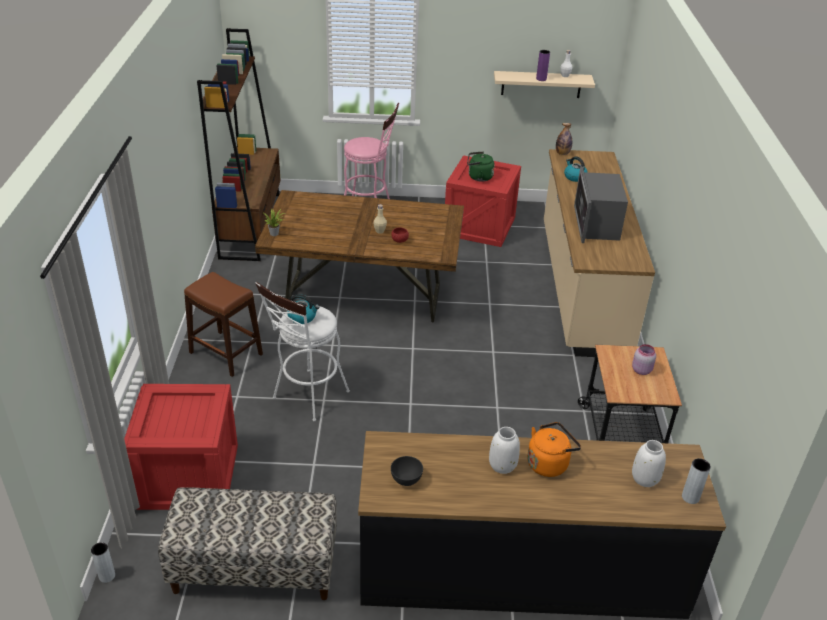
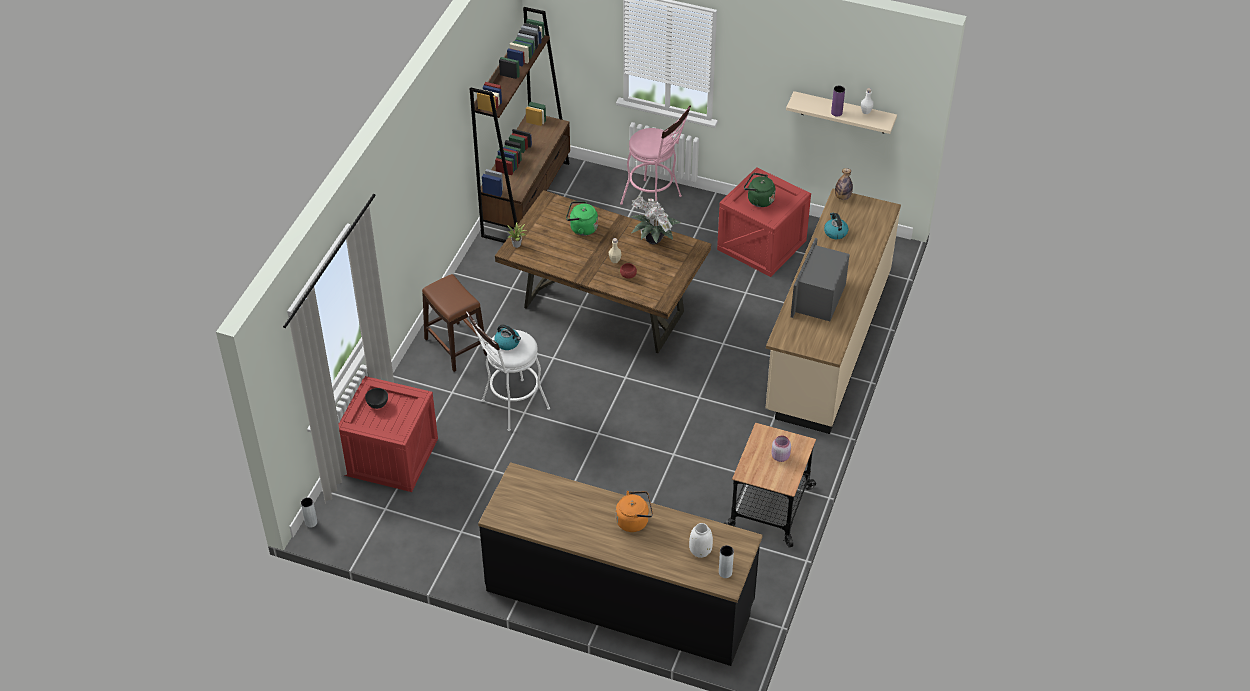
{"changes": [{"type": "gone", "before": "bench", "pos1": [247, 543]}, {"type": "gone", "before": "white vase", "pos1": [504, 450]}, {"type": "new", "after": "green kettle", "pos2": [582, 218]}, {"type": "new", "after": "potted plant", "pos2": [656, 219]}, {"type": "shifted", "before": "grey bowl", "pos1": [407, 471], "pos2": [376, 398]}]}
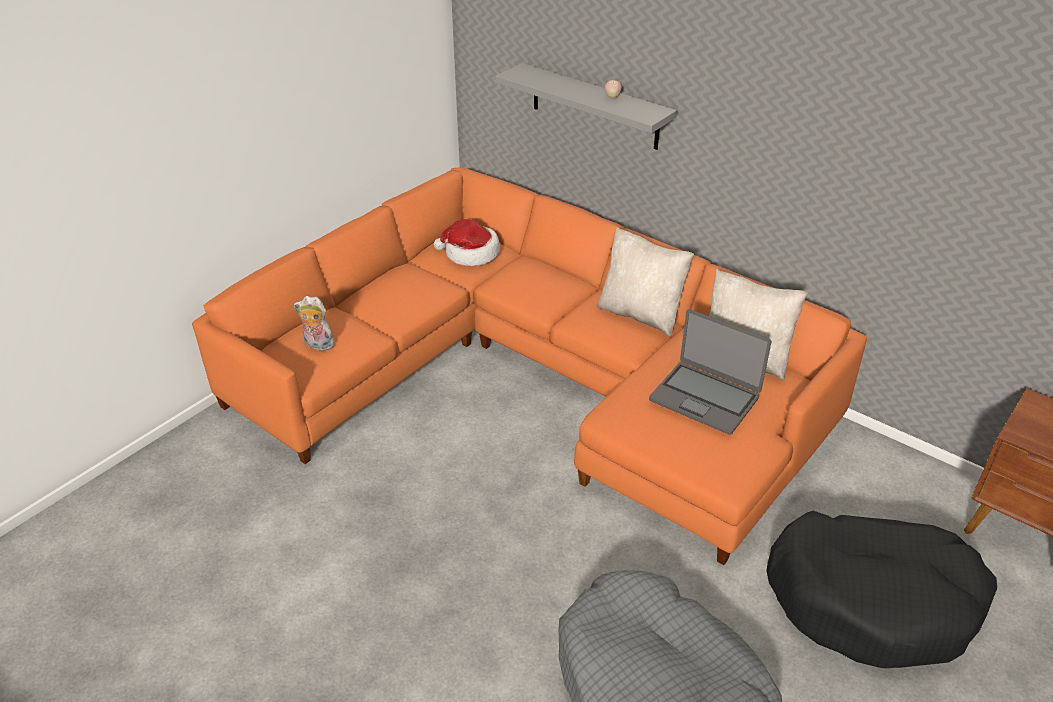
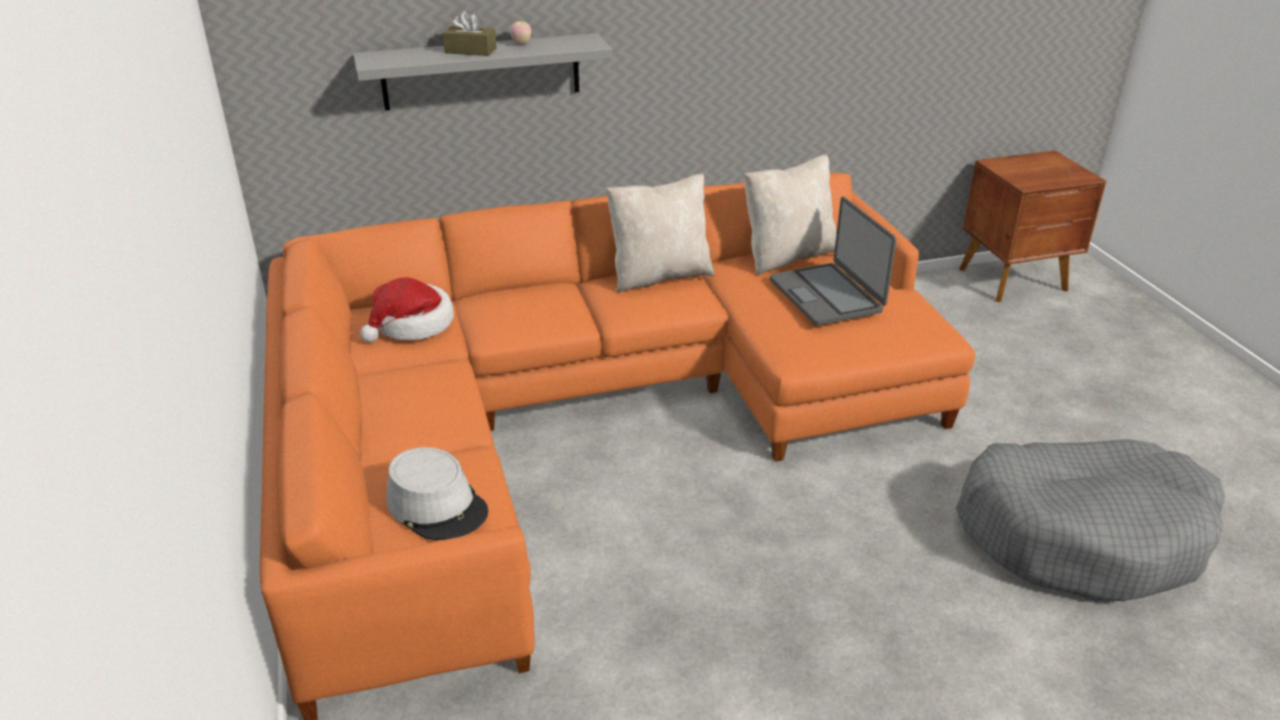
{"changes": [{"type": "gone", "before": "black dog bed", "pos1": [881, 589]}, {"type": "new", "after": "brown tissue box", "pos2": [469, 33]}, {"type": "swapped", "before": "plush toy", "after": "grey hat", "pos1": [314, 323], "pos2": [437, 493]}, {"type": "rotated", "before": "laptop", "pos1": [710, 372], "pos2": [833, 261], "turn": 90}]}
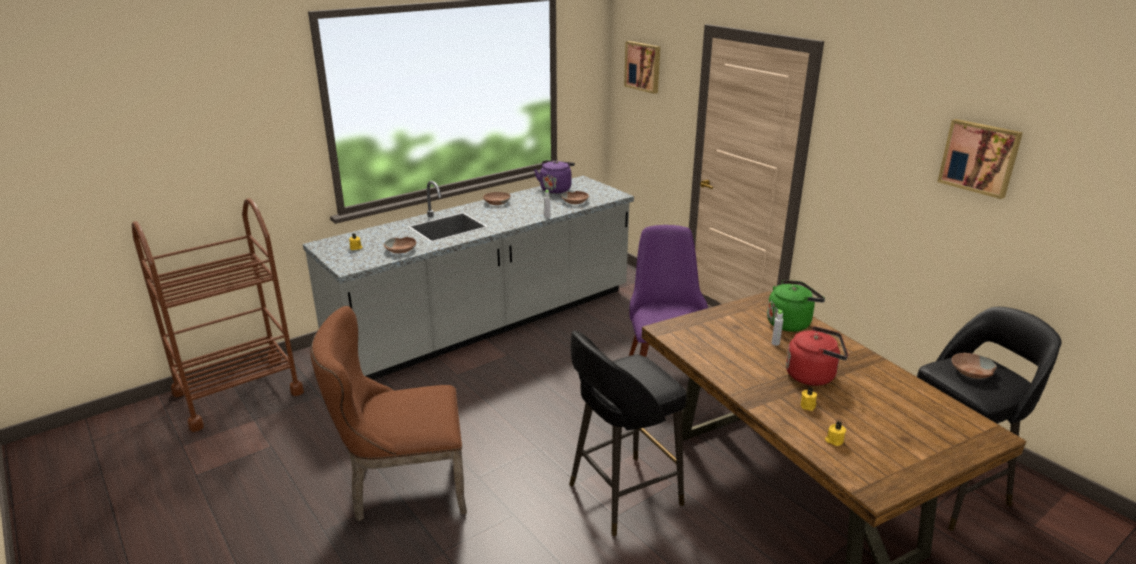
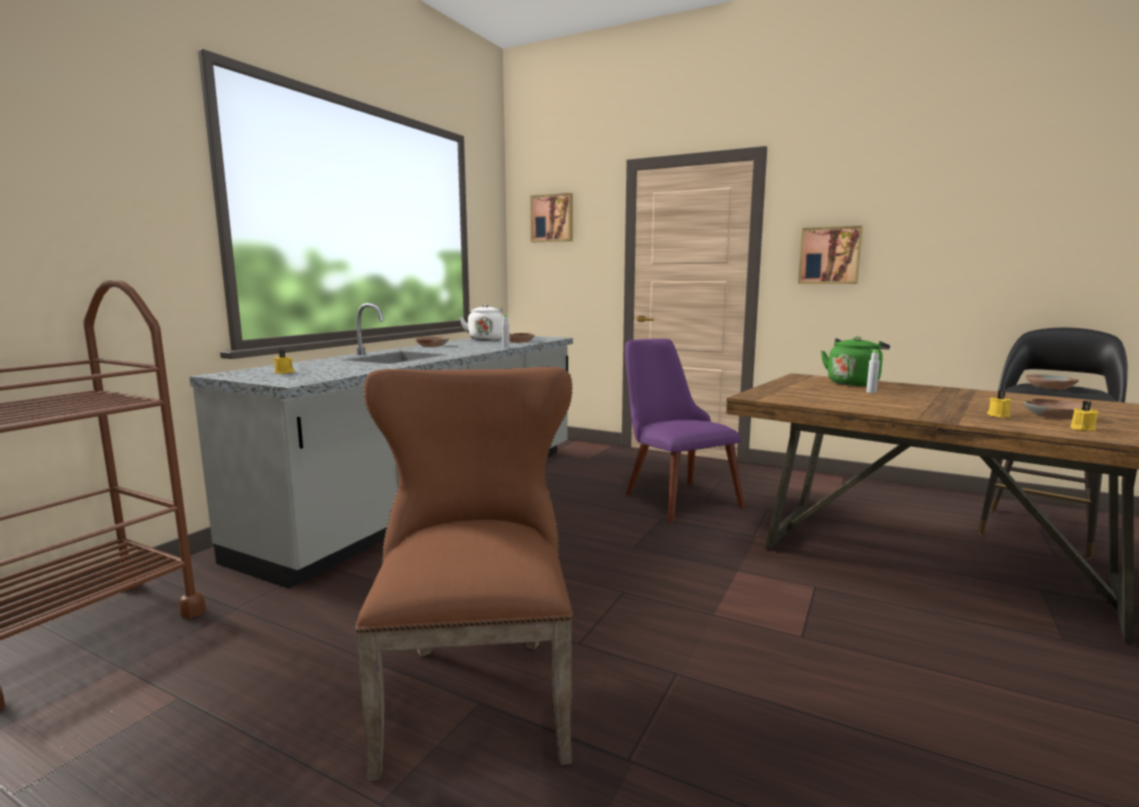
{"changes": [{"type": "gone", "before": "black stool", "pos1": [628, 433]}, {"type": "gone", "before": "red kettle", "pos1": [817, 356]}, {"type": "shifted", "before": "brown bowl", "pos1": [400, 245], "pos2": [1058, 409]}, {"type": "shifted", "before": "picture", "pos1": [980, 159], "pos2": [830, 255]}, {"type": "repainted", "before": "purple kettle", "after": "white kettle", "pos1": [554, 176], "pos2": [481, 322]}, {"type": "rotated", "before": "brown chair", "pos1": [388, 414], "pos2": [464, 574], "turn": 120}]}
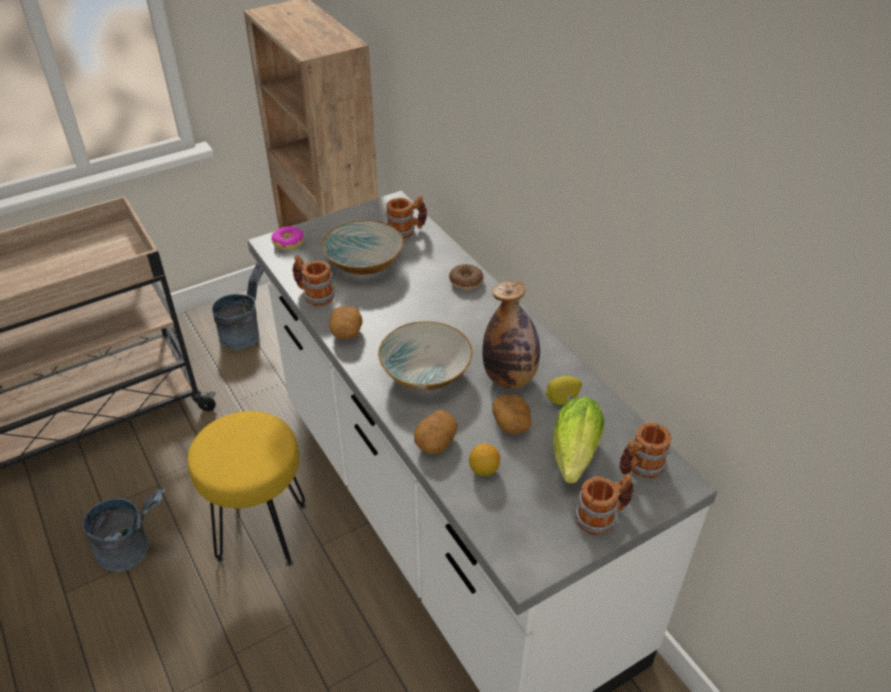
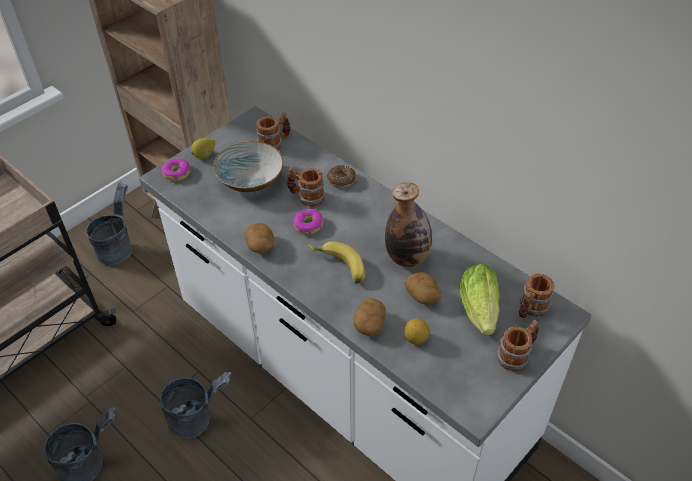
{"changes": [{"type": "new", "after": "donut", "pos2": [308, 221]}, {"type": "shifted", "before": "mug", "pos1": [314, 280], "pos2": [305, 187]}, {"type": "shifted", "before": "lemon", "pos1": [564, 390], "pos2": [203, 148]}, {"type": "swapped", "before": "yellow stool", "after": "grey bucket", "pos1": [246, 488], "pos2": [195, 405]}, {"type": "swapped", "before": "bowl", "after": "banana", "pos1": [425, 355], "pos2": [336, 262]}]}
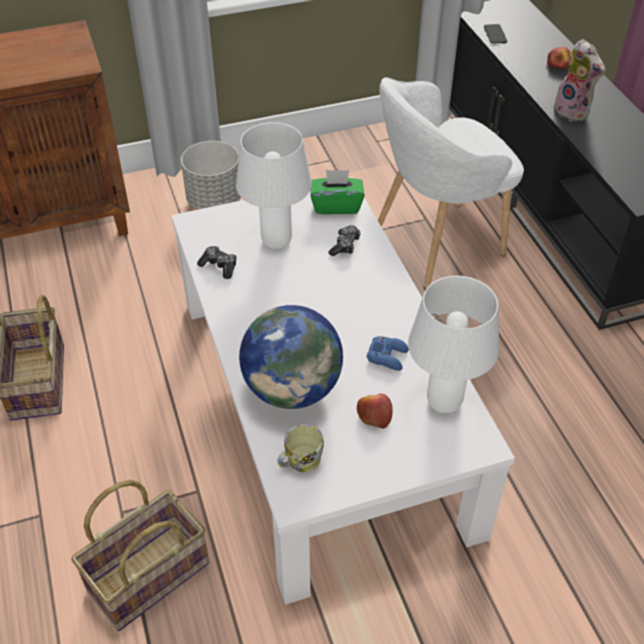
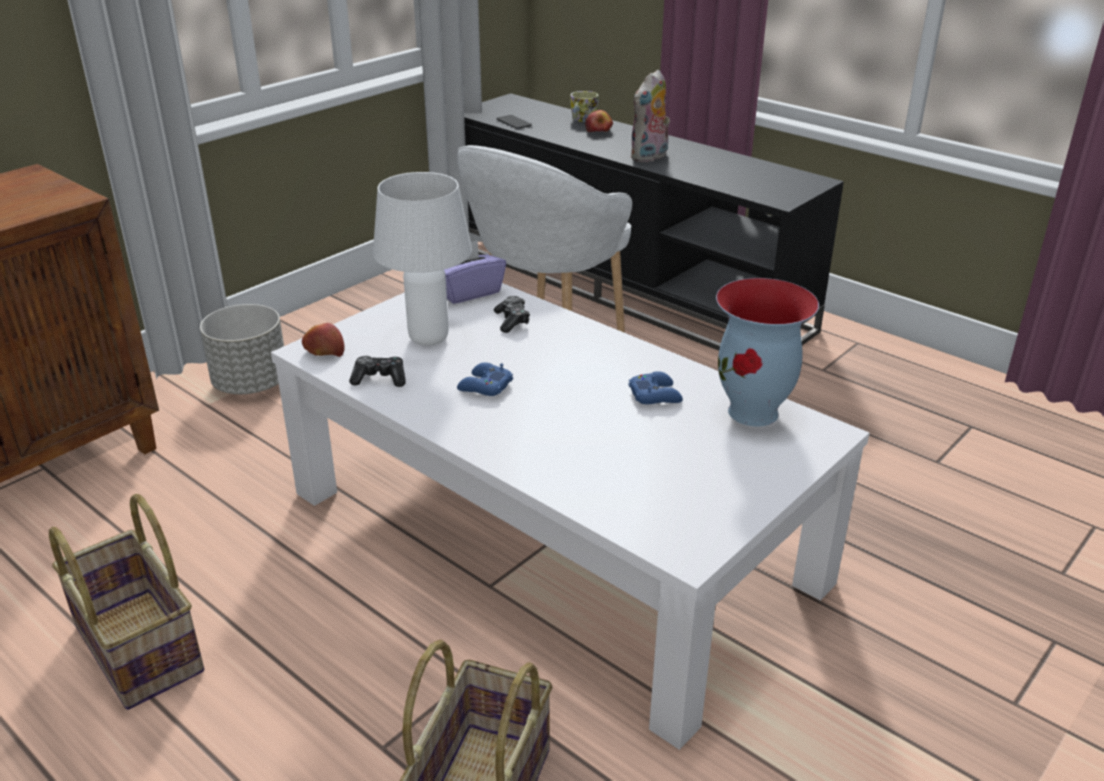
{"changes": [{"type": "gone", "before": "globe", "pos1": [291, 357]}, {"type": "new", "after": "blue game controller", "pos2": [485, 379]}, {"type": "shifted", "before": "mug", "pos1": [300, 448], "pos2": [584, 106]}, {"type": "shifted", "before": "apple", "pos1": [375, 411], "pos2": [323, 340]}, {"type": "swapped", "before": "white table lamp", "after": "vase", "pos1": [453, 344], "pos2": [767, 352]}, {"type": "repainted", "before": "green tissue box", "after": "purple tissue box", "pos1": [337, 192], "pos2": [475, 272]}, {"type": "rotated", "before": "plush toy", "pos1": [579, 80], "pos2": [650, 116], "turn": 105}]}
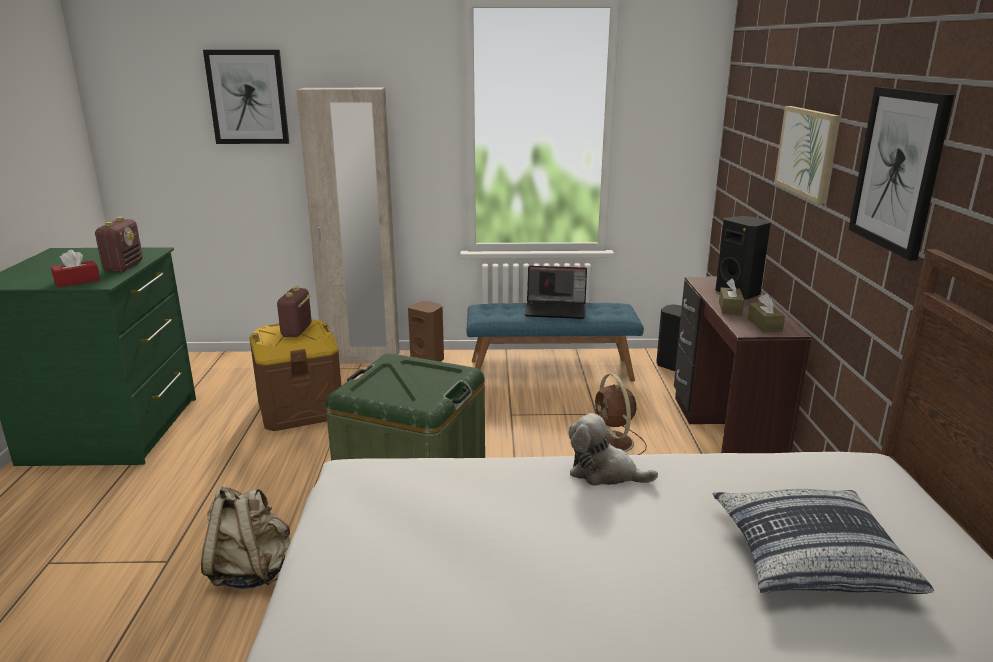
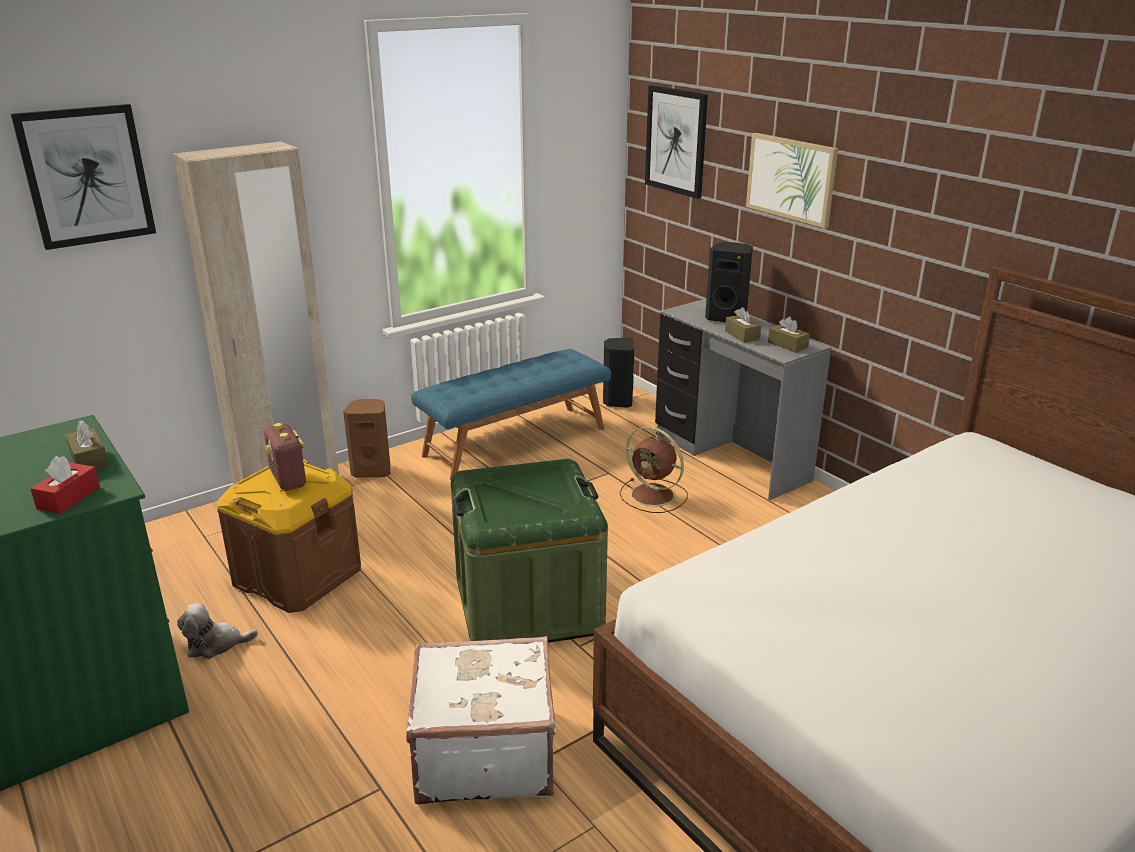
{"changes": [{"type": "gone", "before": "laptop", "pos1": [555, 292]}, {"type": "gone", "before": "pillow", "pos1": [823, 541]}, {"type": "shifted", "before": "plush toy", "pos1": [613, 449], "pos2": [217, 631]}, {"type": "shifted", "before": "picture", "pos1": [901, 174], "pos2": [676, 142]}, {"type": "swapped", "before": "radio", "after": "brown tissue box", "pos1": [119, 244], "pos2": [87, 445]}, {"type": "swapped", "before": "beige backpack", "after": "white suitcase", "pos1": [245, 537], "pos2": [480, 720]}, {"type": "repainted", "before": "brown desk", "after": "grey desk", "pos1": [742, 364], "pos2": [743, 399]}]}
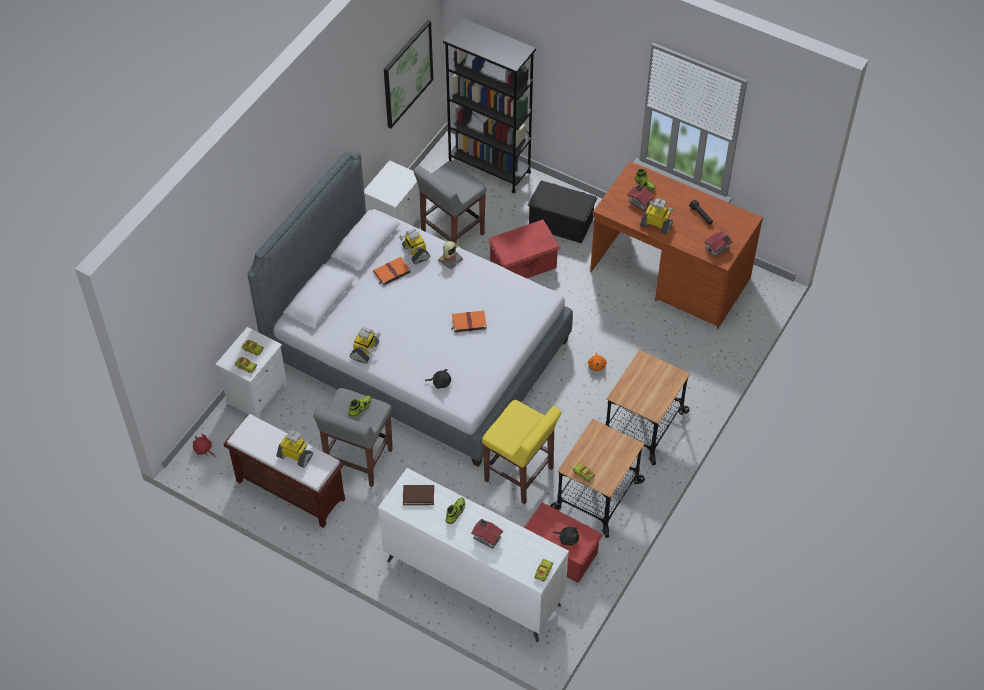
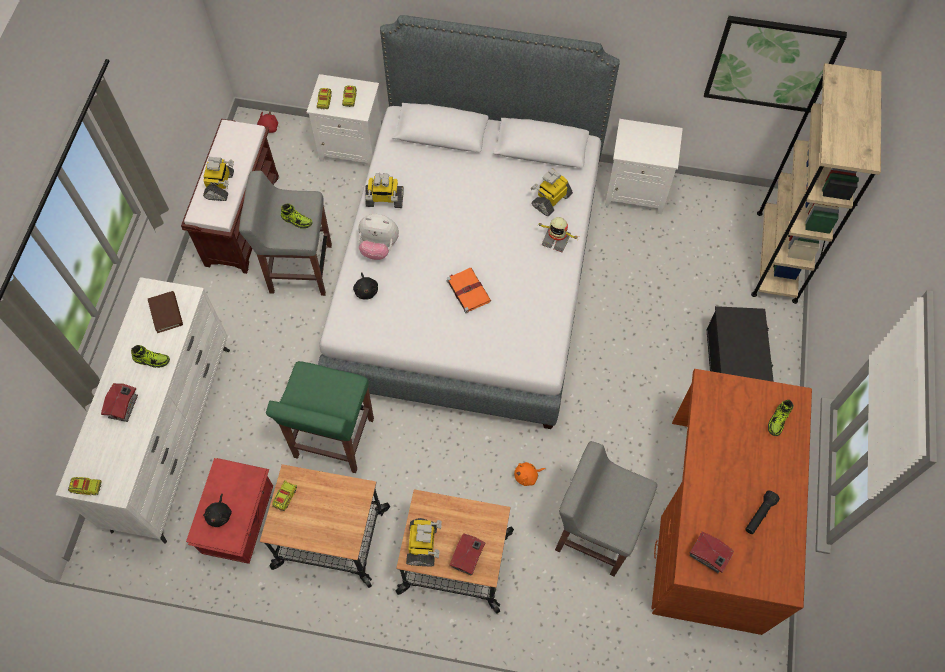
{"changes": [{"type": "gone", "before": "orange book", "pos1": [392, 271]}, {"type": "gone", "before": "red storage box", "pos1": [524, 248]}, {"type": "new", "after": "plush toy", "pos2": [378, 237]}, {"type": "shifted", "before": "grey stool", "pos1": [450, 203], "pos2": [606, 509]}, {"type": "shifted", "before": "toy house", "pos1": [641, 198], "pos2": [467, 554]}, {"type": "shifted", "before": "toy robot", "pos1": [657, 216], "pos2": [424, 542]}, {"type": "repainted", "before": "black bookcase", "after": "beige bookcase", "pos1": [489, 105], "pos2": [816, 183]}, {"type": "repainted", "before": "yellow stool", "after": "green stool", "pos1": [521, 452], "pos2": [320, 417]}]}
